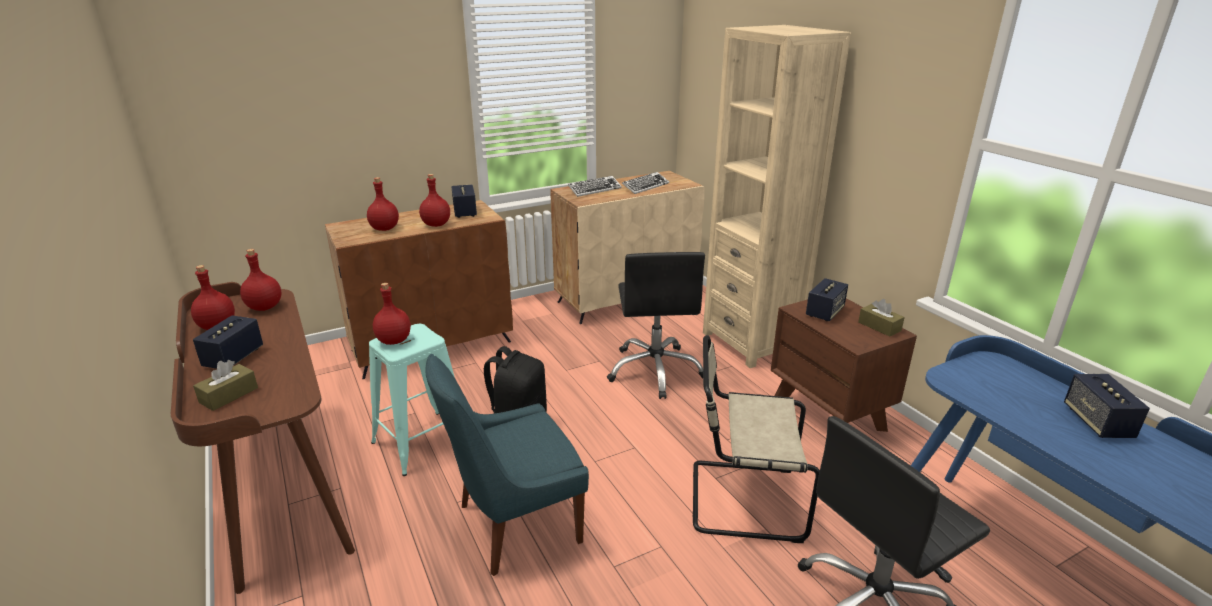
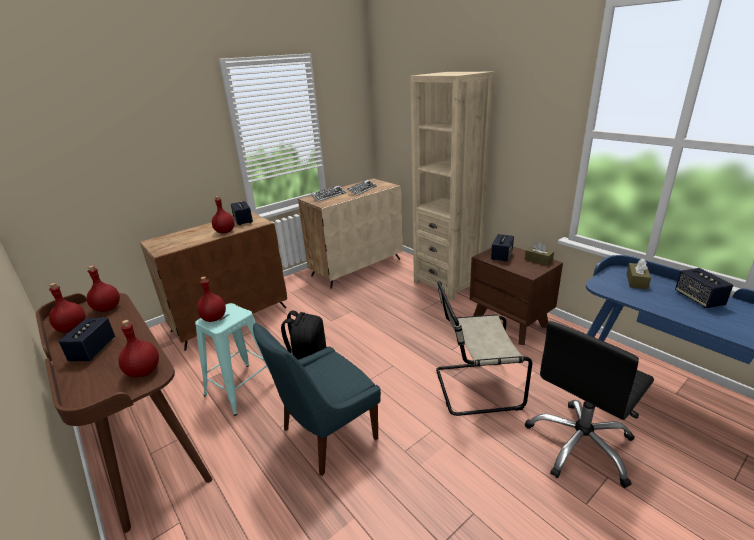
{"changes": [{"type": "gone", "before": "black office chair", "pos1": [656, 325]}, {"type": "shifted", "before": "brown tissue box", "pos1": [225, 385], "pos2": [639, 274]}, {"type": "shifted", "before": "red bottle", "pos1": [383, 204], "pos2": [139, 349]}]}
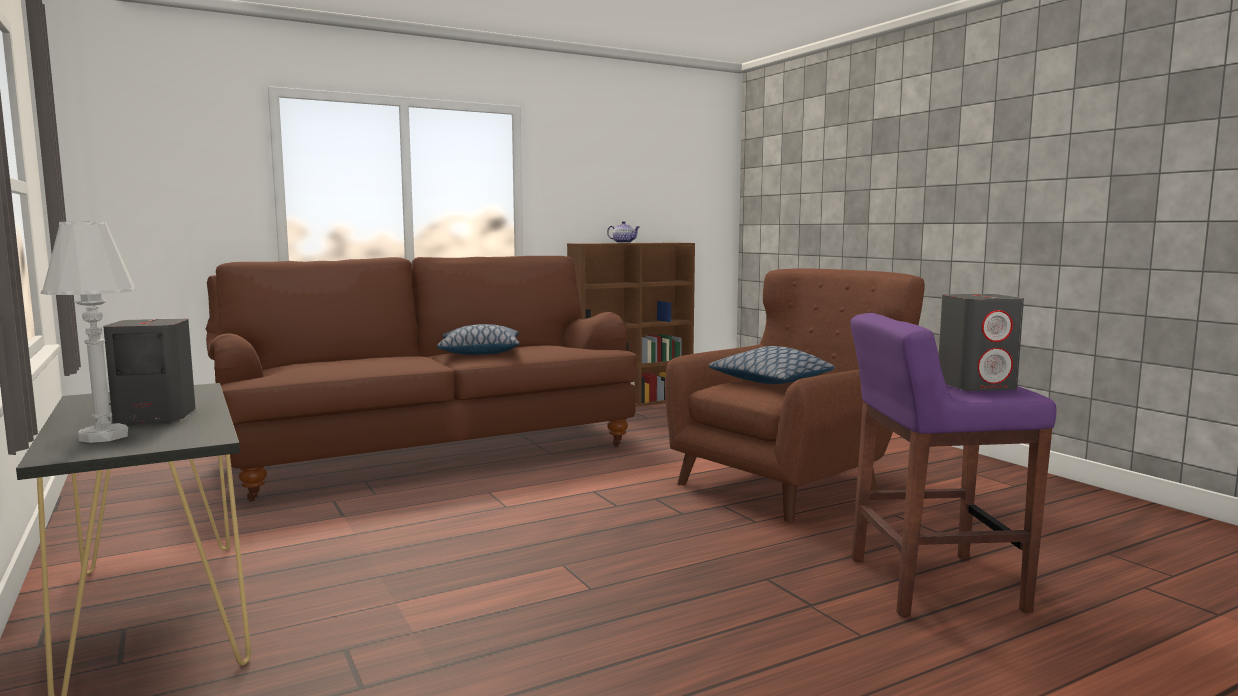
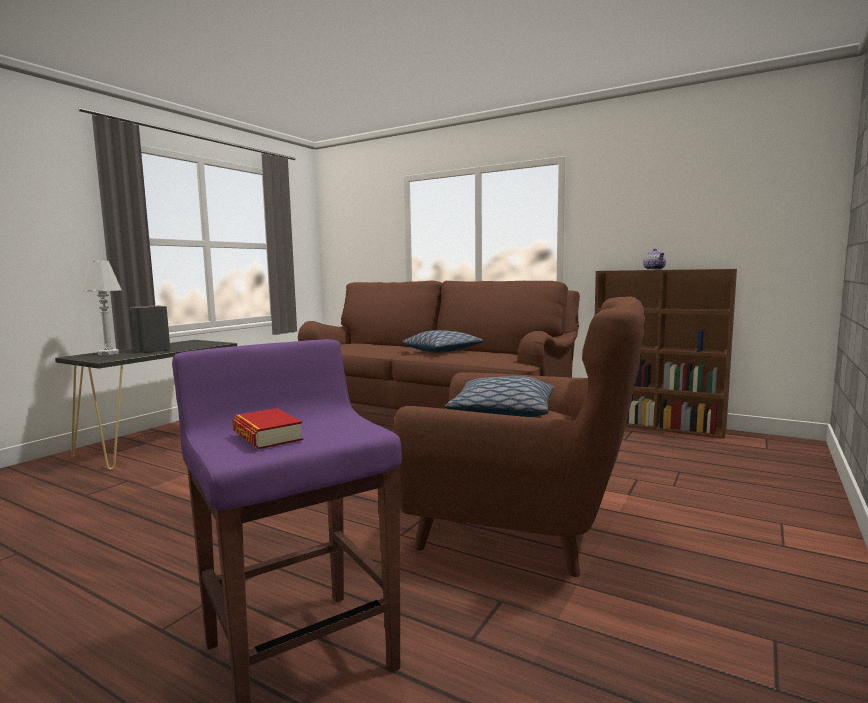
{"changes": [{"type": "swapped", "before": "grey speaker", "after": "book", "pos1": [981, 342], "pos2": [267, 428]}]}
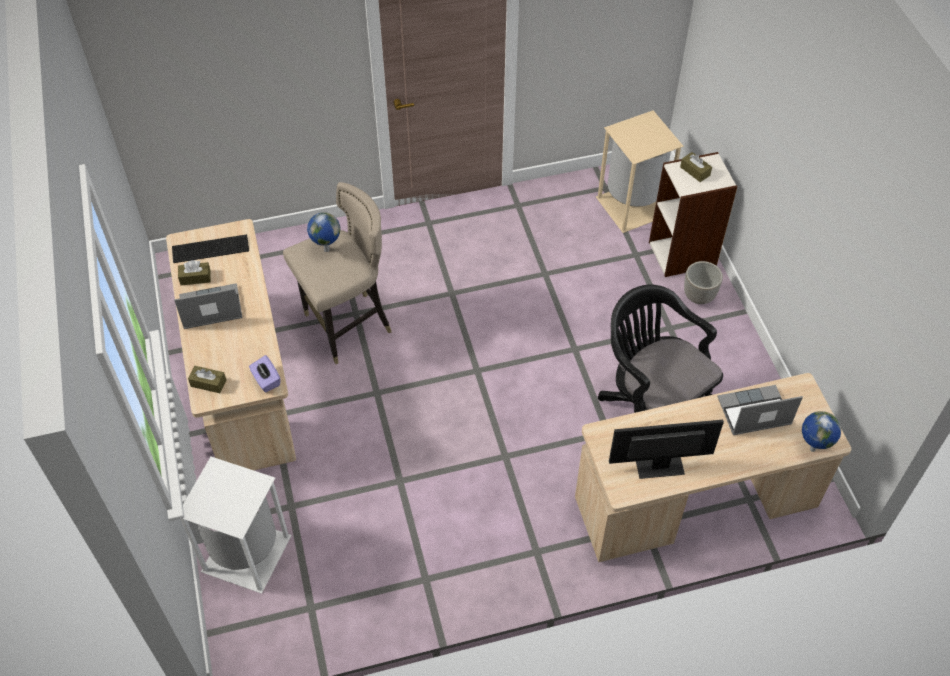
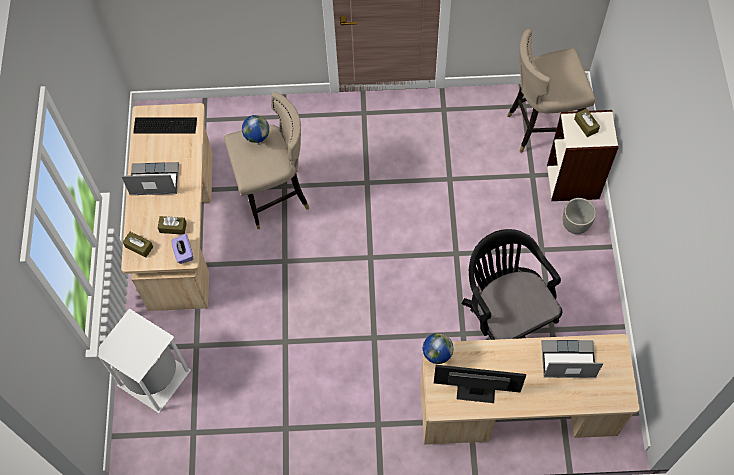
{"changes": [{"type": "shifted", "before": "brown tissue box", "pos1": [194, 272], "pos2": [172, 225]}, {"type": "shifted", "before": "globe", "pos1": [821, 431], "pos2": [438, 348]}, {"type": "swapped", "before": "beige trash can", "after": "beige stool", "pos1": [640, 171], "pos2": [551, 91]}]}
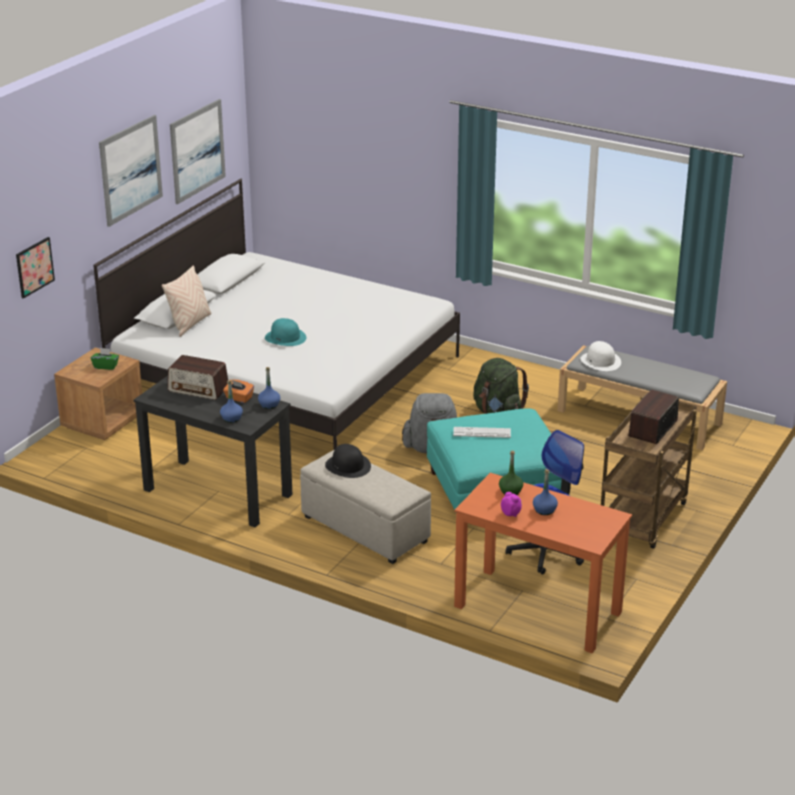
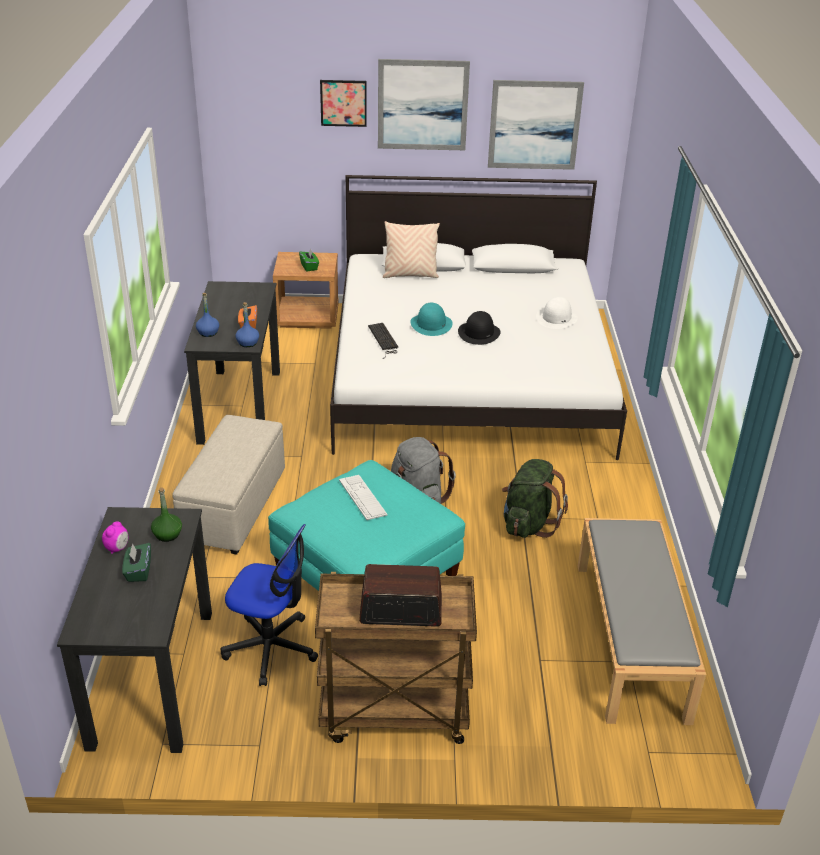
{"changes": [{"type": "gone", "before": "radio", "pos1": [198, 377]}, {"type": "new", "after": "keyboard", "pos2": [383, 341]}, {"type": "shifted", "before": "picture", "pos1": [35, 268], "pos2": [343, 103]}, {"type": "shifted", "before": "black hat", "pos1": [348, 461], "pos2": [479, 328]}, {"type": "shifted", "before": "white hat", "pos1": [600, 356], "pos2": [557, 313]}, {"type": "swapped", "before": "blue bottle", "after": "green tissue box", "pos1": [545, 492], "pos2": [136, 562]}, {"type": "repainted", "before": "orange desk", "after": "black desk", "pos1": [543, 563], "pos2": [134, 630]}]}
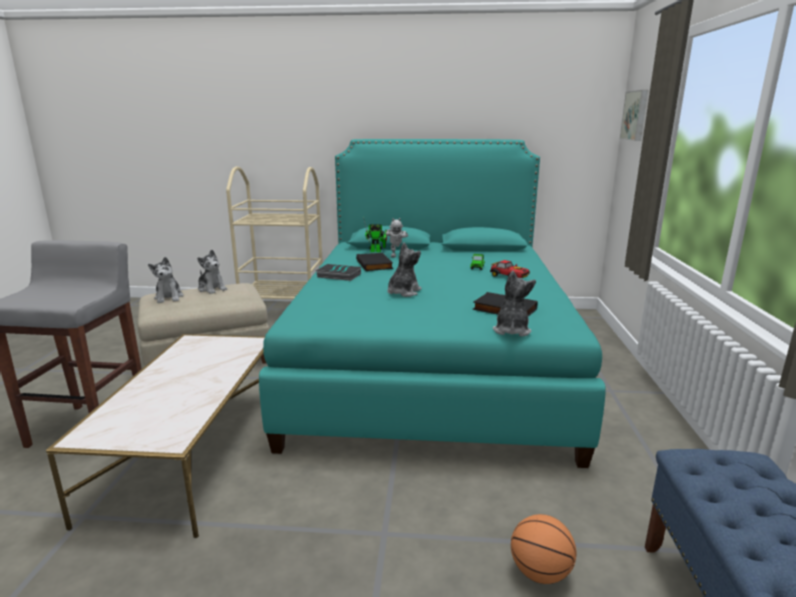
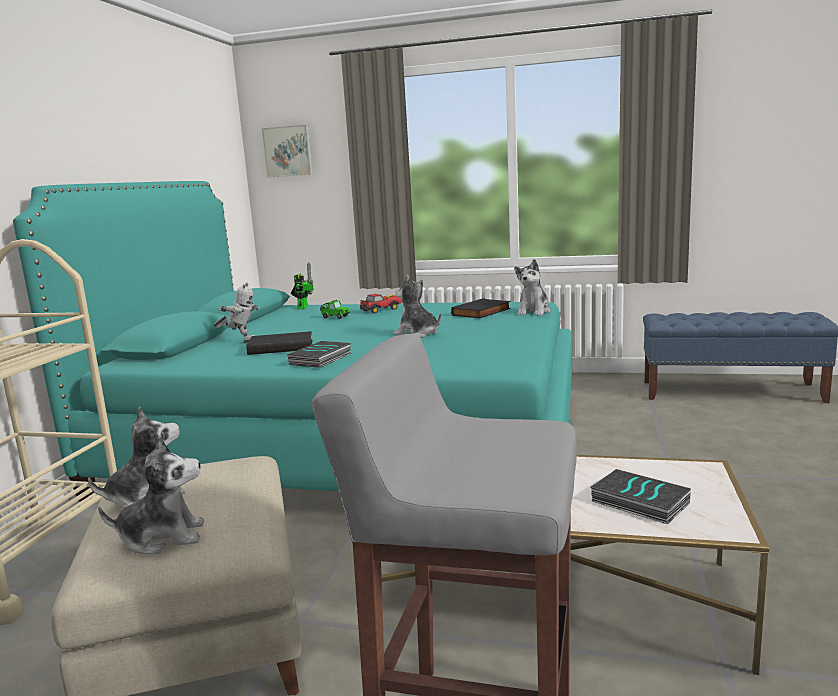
{"changes": [{"type": "gone", "before": "basketball", "pos1": [544, 549]}, {"type": "new", "after": "book", "pos2": [640, 496]}, {"type": "shifted", "before": "toy robot", "pos1": [375, 234], "pos2": [302, 285]}, {"type": "rotated", "before": "plush toy", "pos1": [514, 303], "pos2": [532, 287], "turn": -90}]}
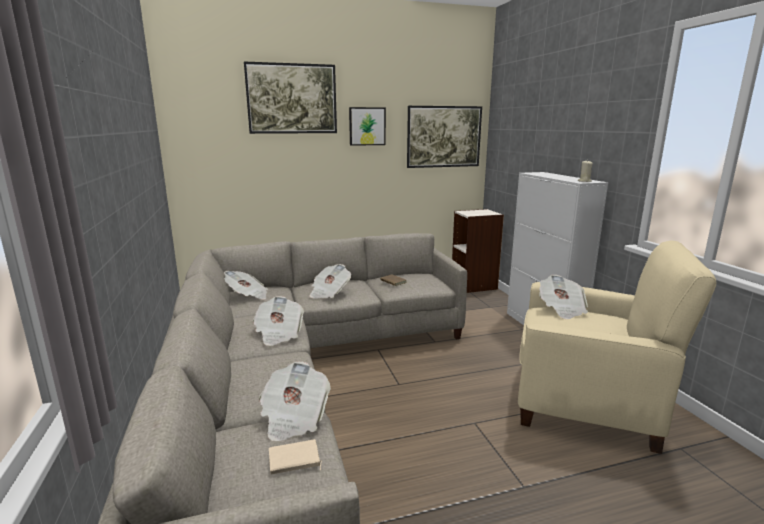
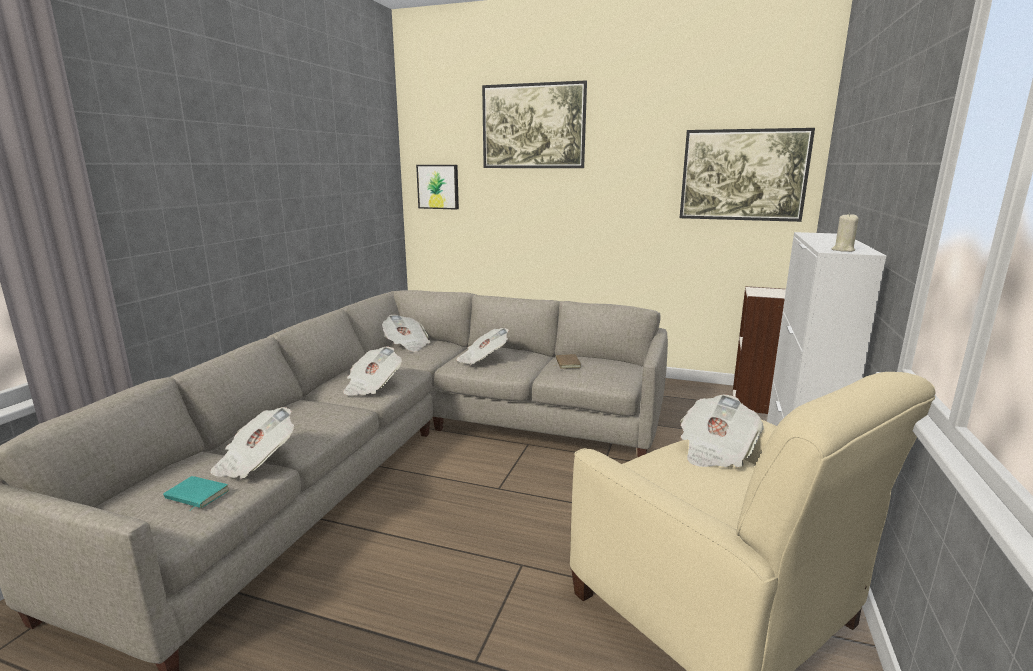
{"changes": [{"type": "shifted", "before": "picture", "pos1": [367, 126], "pos2": [437, 187]}, {"type": "repainted", "before": "beige book", "after": "turquoise book", "pos1": [295, 457], "pos2": [196, 493]}]}
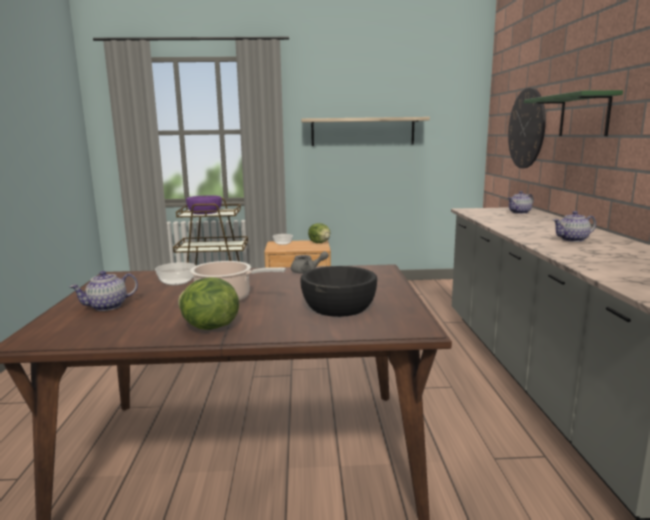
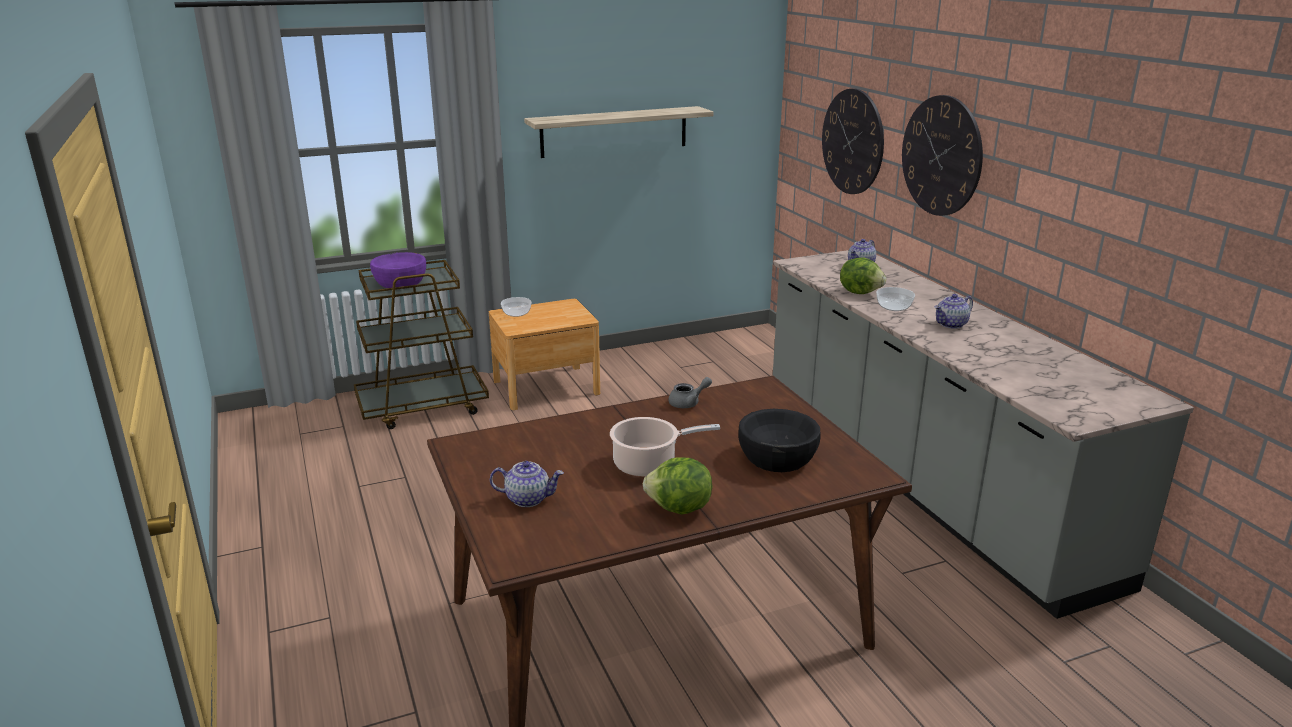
{"changes": [{"type": "shifted", "before": "bowl", "pos1": [175, 273], "pos2": [895, 299]}, {"type": "shifted", "before": "lettuce", "pos1": [319, 233], "pos2": [863, 275]}, {"type": "swapped", "before": "green shelf", "after": "wall clock", "pos1": [573, 113], "pos2": [942, 155]}, {"type": "rotated", "before": "teapot", "pos1": [103, 291], "pos2": [527, 484], "turn": -120}]}
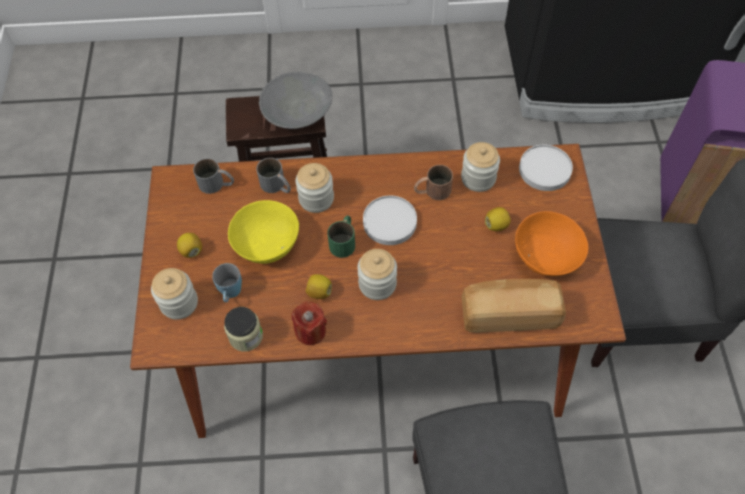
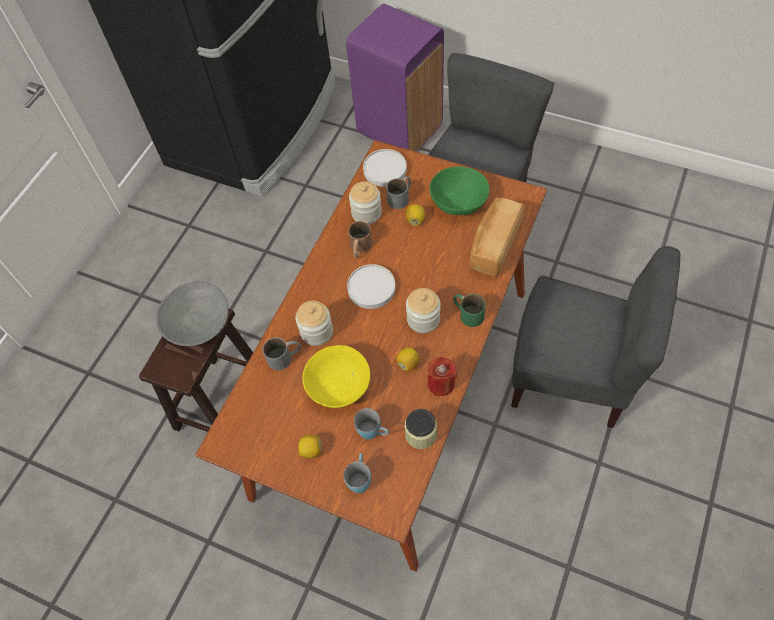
{"changes": [{"type": "shifted", "before": "grey mug", "pos1": [213, 176], "pos2": [398, 192]}, {"type": "shifted", "before": "green mug", "pos1": [341, 236], "pos2": [469, 310]}, {"type": "swapped", "before": "jar", "after": "blue mug", "pos1": [174, 294], "pos2": [357, 473]}, {"type": "repainted", "before": "orange bowl", "after": "green bowl", "pos1": [551, 243], "pos2": [459, 190]}]}
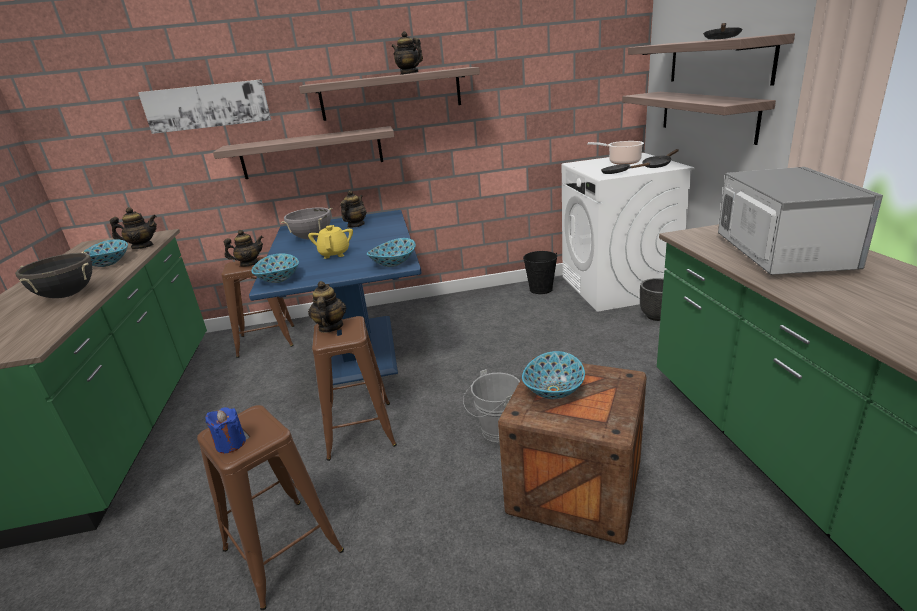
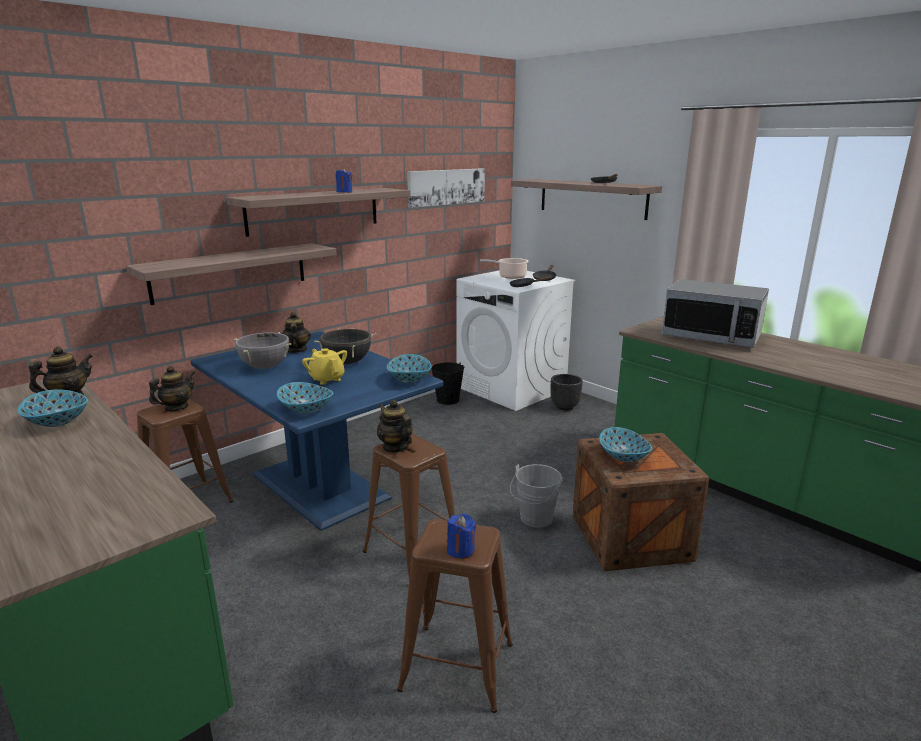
{"changes": [{"type": "gone", "before": "shelf", "pos1": [699, 118]}, {"type": "shifted", "before": "black cooking pot", "pos1": [53, 274], "pos2": [345, 346]}, {"type": "shifted", "before": "picture", "pos1": [204, 106], "pos2": [446, 188]}, {"type": "swapped", "before": "teapot", "after": "blue candle", "pos1": [407, 53], "pos2": [344, 180]}, {"type": "rotated", "before": "microwave", "pos1": [800, 221], "pos2": [715, 313], "turn": 150}]}
